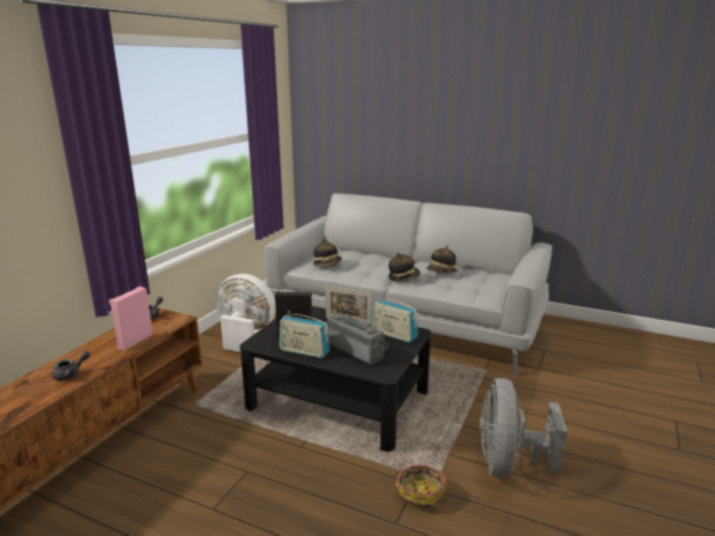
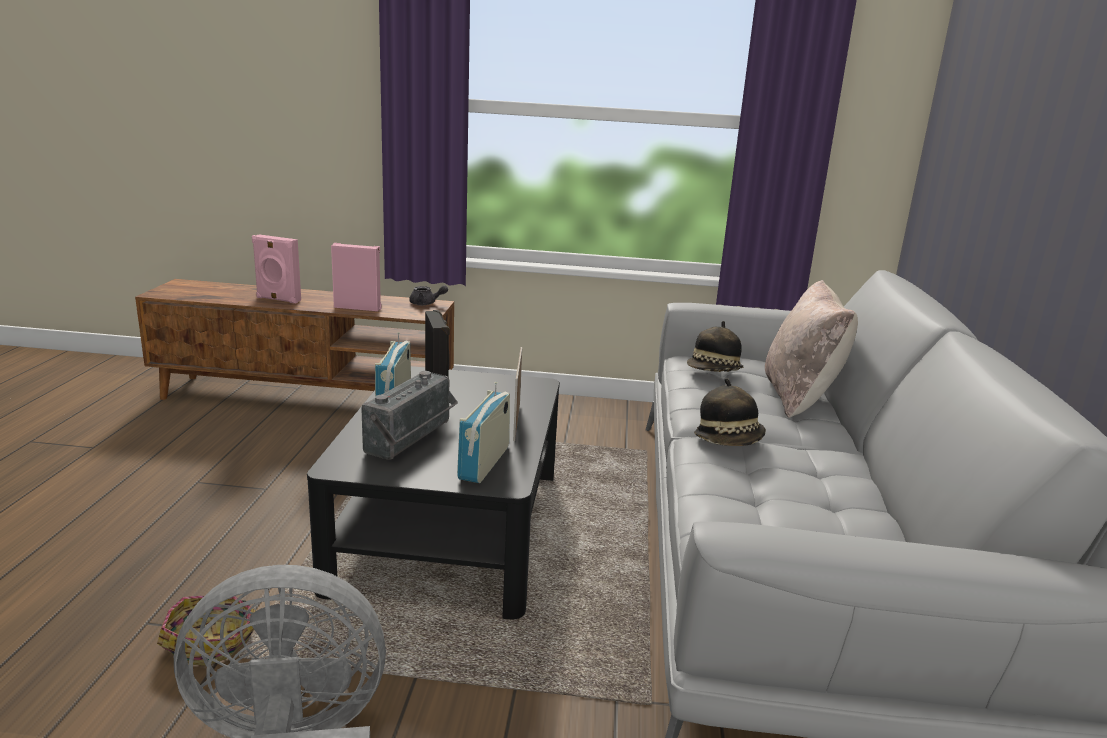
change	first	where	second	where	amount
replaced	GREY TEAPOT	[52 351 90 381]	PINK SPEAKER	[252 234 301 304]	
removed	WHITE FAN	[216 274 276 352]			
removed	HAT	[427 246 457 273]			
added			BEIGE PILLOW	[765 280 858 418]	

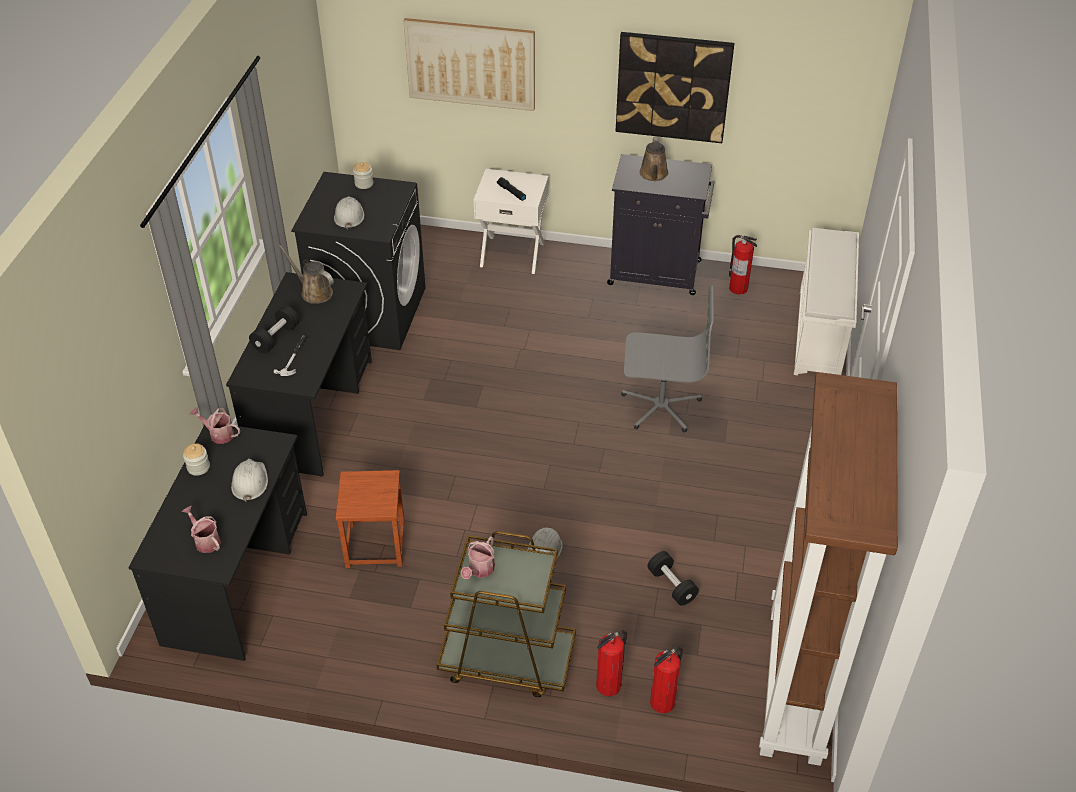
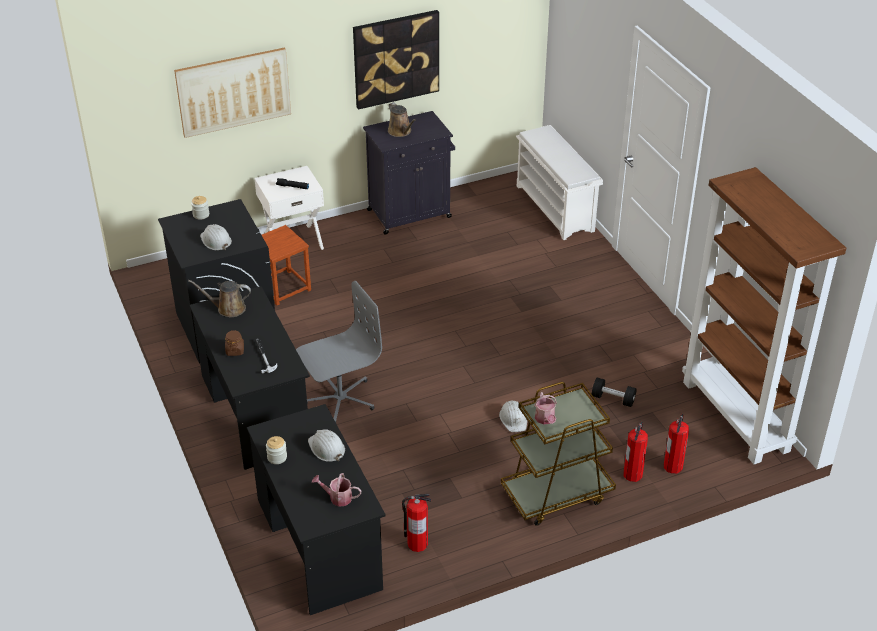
change	first	where	second	where	amount
removed	WATERING CAN	[190 407 240 444]			
replaced	BLACK DUMBBELL	[249 306 300 353]	BROWN JAR	[225 330 244 356]	
moved	BROWN STOOL	[336 470 405 568]		[262 225 311 305]	
moved	GREY OFFICE CHAIR	[621 286 714 433]		[296 281 382 422]	
moved	FIRE EXTINGUISHER	[729 235 757 295]		[402 494 431 552]	

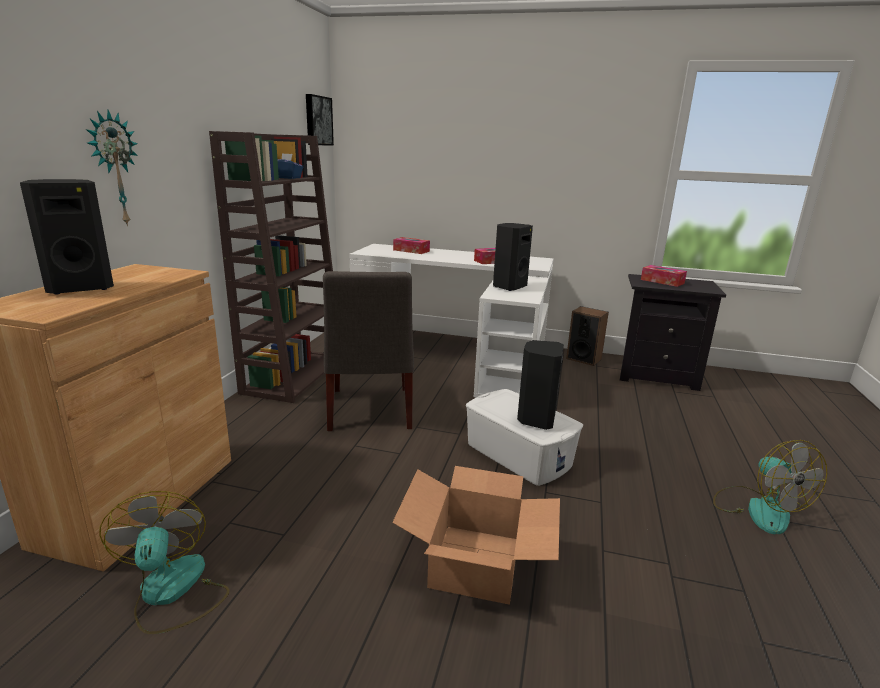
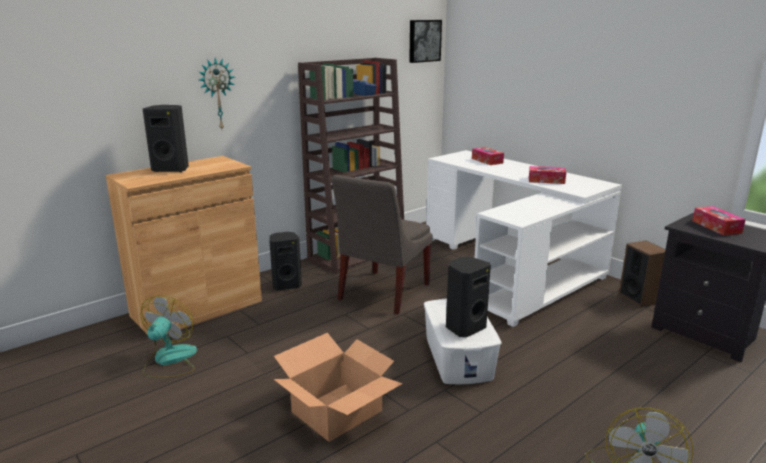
change	first	where	second	where	amount
moved	BLACK SPEAKER	[493 223 533 291]		[269 232 302 291]	

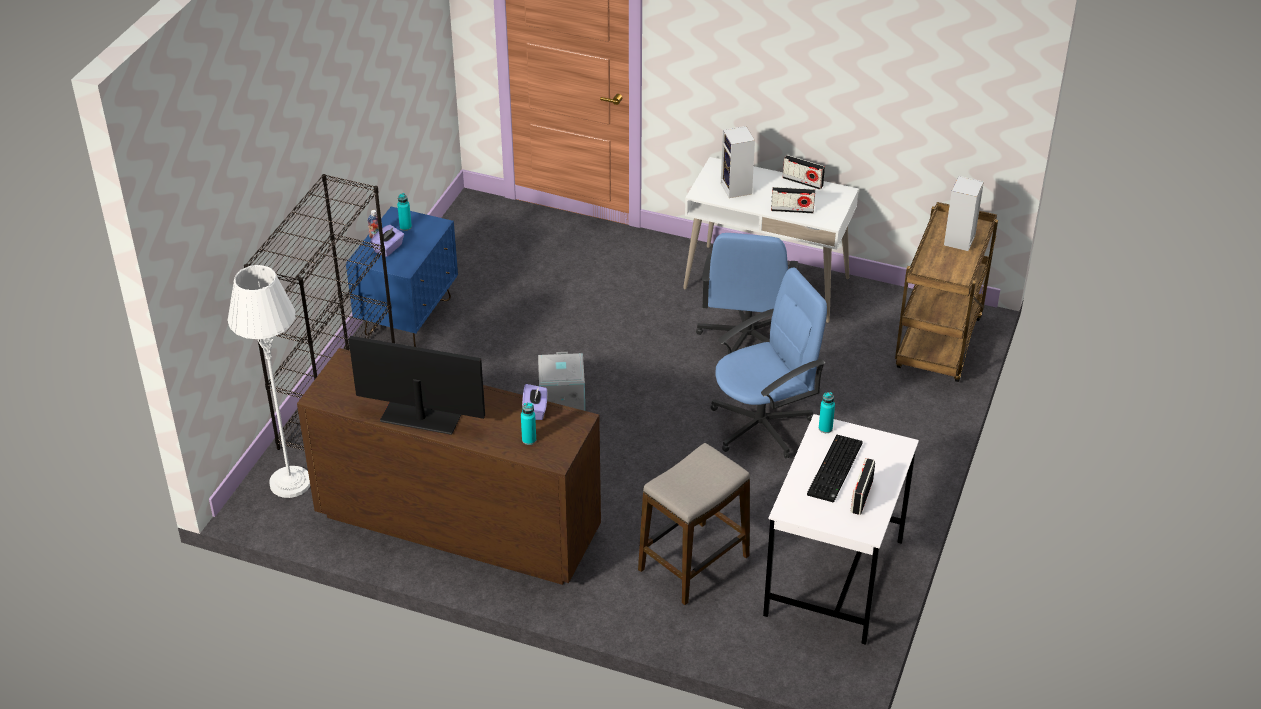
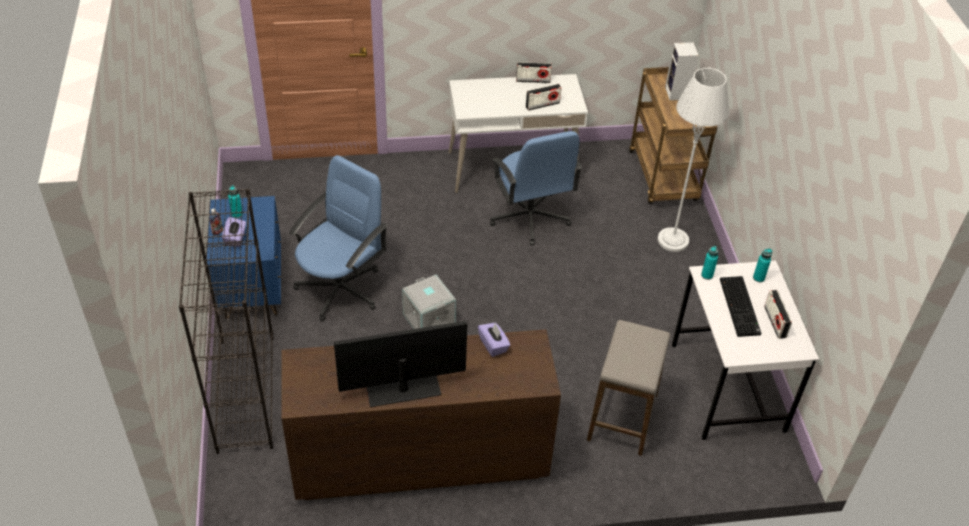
change	first	where	second	where	amount
moved	WHITE FLOOR LAMP	[228 265 310 498]		[658 68 730 252]	
moved	TURQUOISE BOTTLE	[521 403 536 445]		[753 248 772 282]	
moved	BLUE OFFICE CHAIR	[711 267 827 458]		[289 155 388 321]	
removed	SPEAKER	[721 126 755 198]			

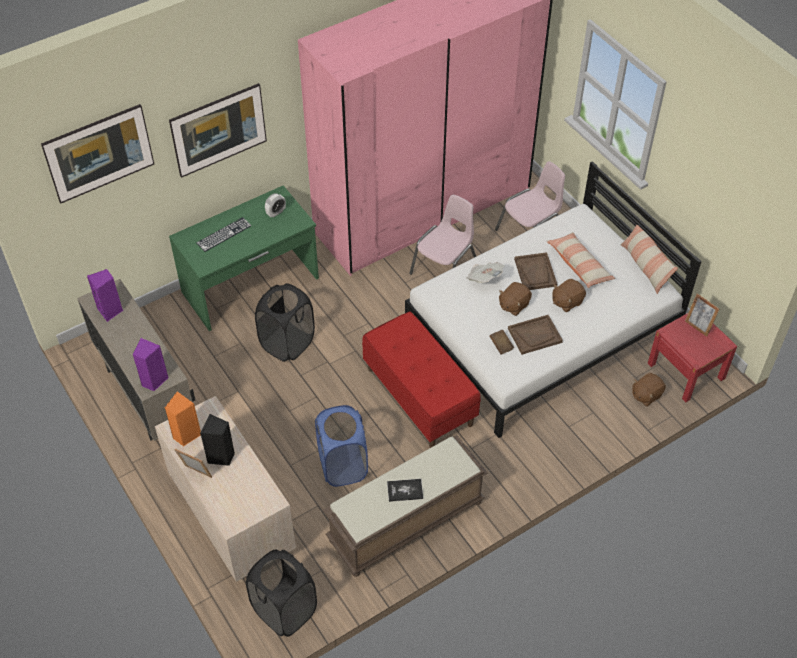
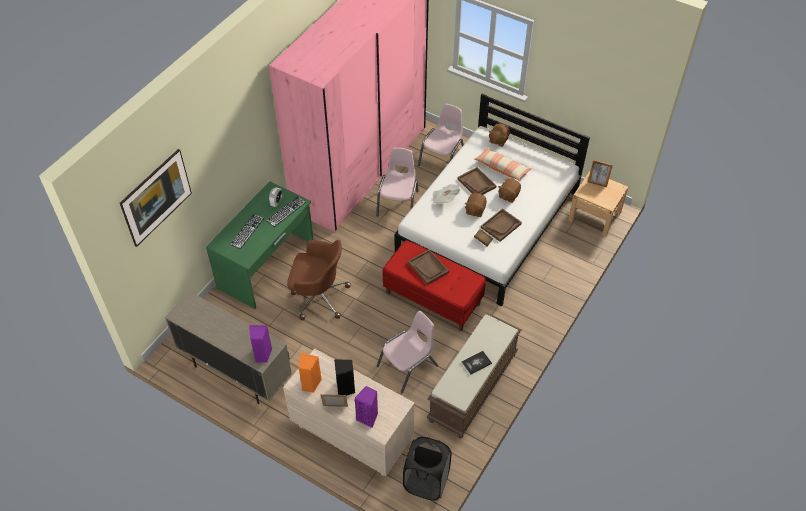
change	first	where	second	where	amount
moved	PURPLE SPEAKER	[87 269 123 322]		[355 386 378 428]	
removed	PICTURE	[169 83 267 178]			
replaced	BLACK LAUNDRY BASKET	[255 283 315 362]	BROWN OFFICE CHAIR	[287 240 351 320]	
replaced	BLUE LAUNDRY BASKET	[315 405 368 487]	PINK CHAIR	[376 311 438 393]	
removed	PILLOW	[620 219 678 294]			
moved	BROWN PLUSH TOY	[632 373 666 406]		[488 124 510 147]	
recoloured	RED NIGHTSTAND	[648 313 737 402]	BEIGE NIGHTSTAND	[568 171 628 237]	
added			KEYBOARD	[266 197 306 227]	
added			BROWN TRAY	[408 249 449 285]	

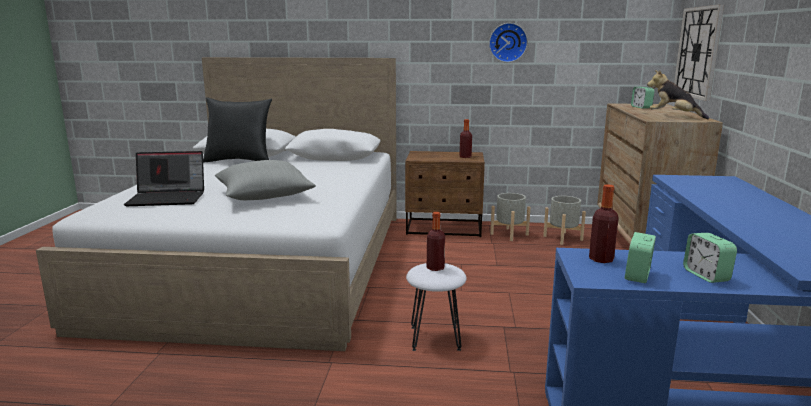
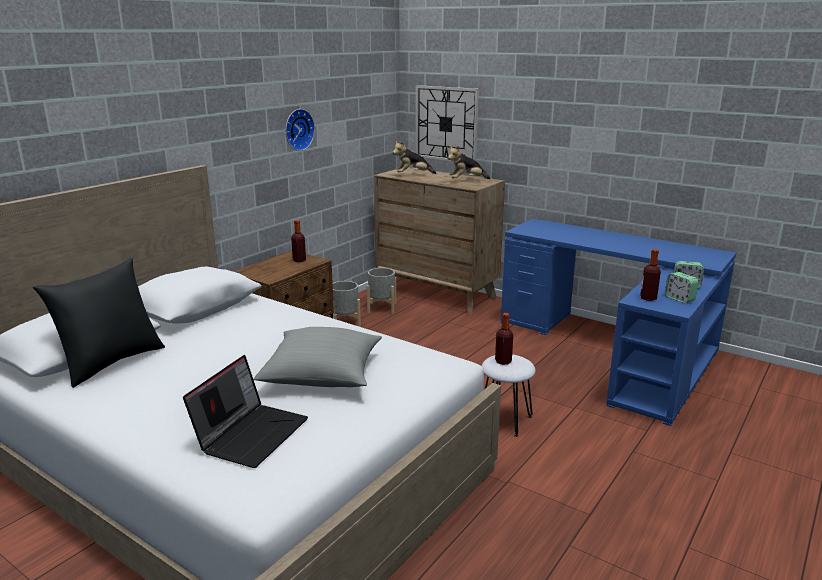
change	first	where	second	where	amount
replaced	ALARM CLOCK	[631 87 655 109]	PLUSH TOY	[393 141 436 174]	

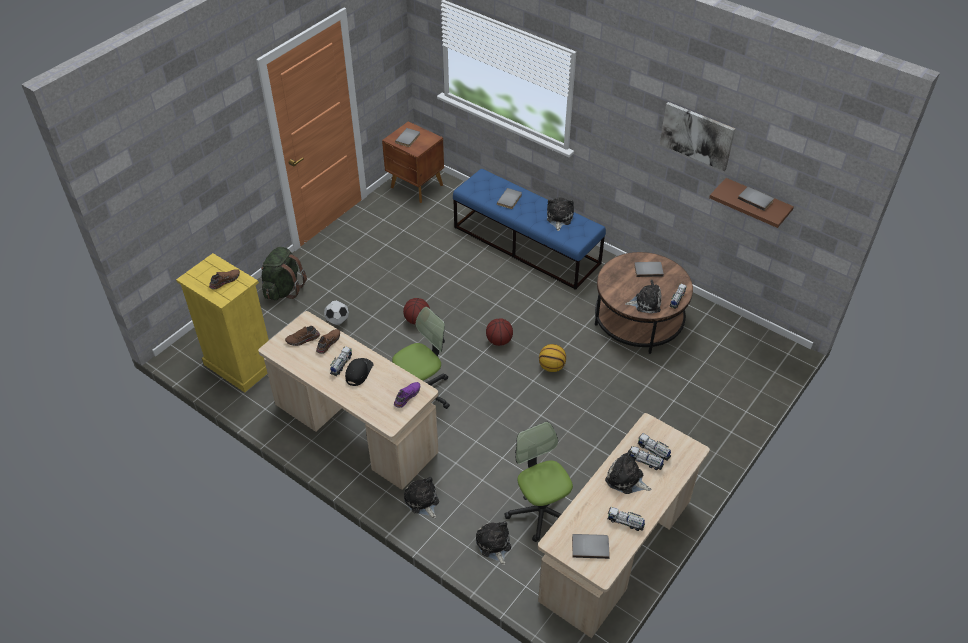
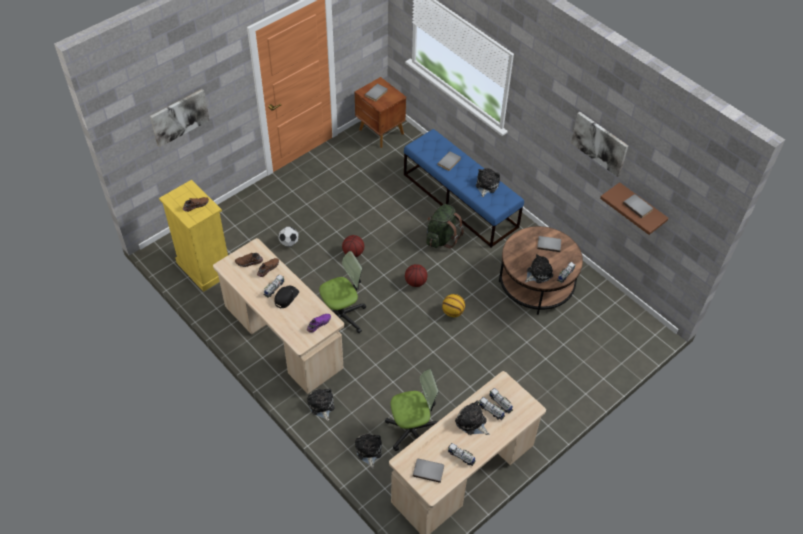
change	first	where	second	where	amount
moved	GREEN BACKPACK	[261 247 307 301]		[426 204 464 248]	
turned	OFFICE CHAIR	[504 422 573 542]		[385 369 439 451]	90 degrees clockwise
turned	PLUSH TOY	[625 280 661 314]		[525 254 553 283]	45 degrees counterclockwise
added			PICTURE	[150 89 210 148]	

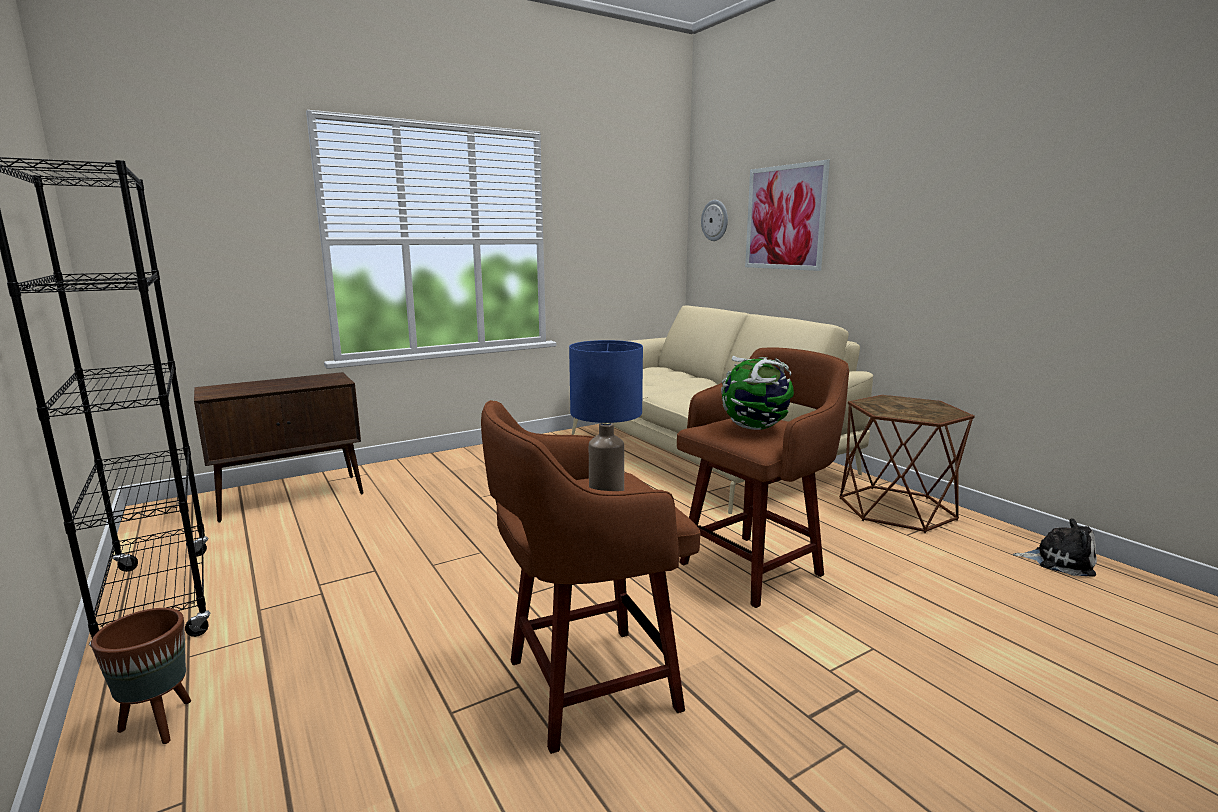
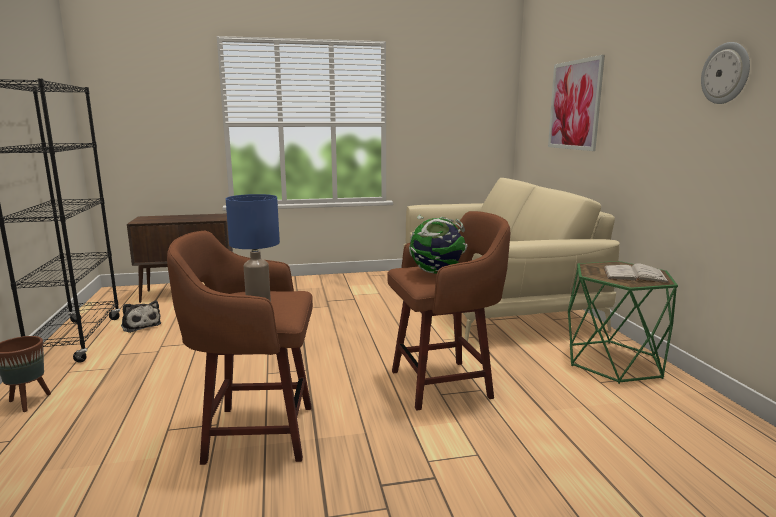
change	first	where	second	where	amount
moved	WALL CLOCK	[701 200 728 241]		[701 42 750 104]	
recoloured	BROWN SIDE TABLE	[839 395 975 533]	GREEN SIDE TABLE	[568 261 678 384]	
moved	PLUSH TOY	[1013 518 1097 577]		[121 301 161 333]	
added			WHITE BOOK	[603 263 670 283]	

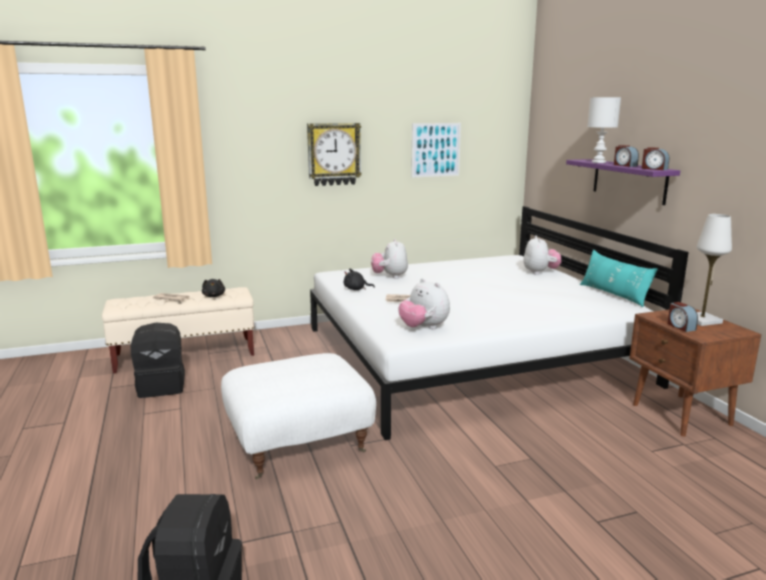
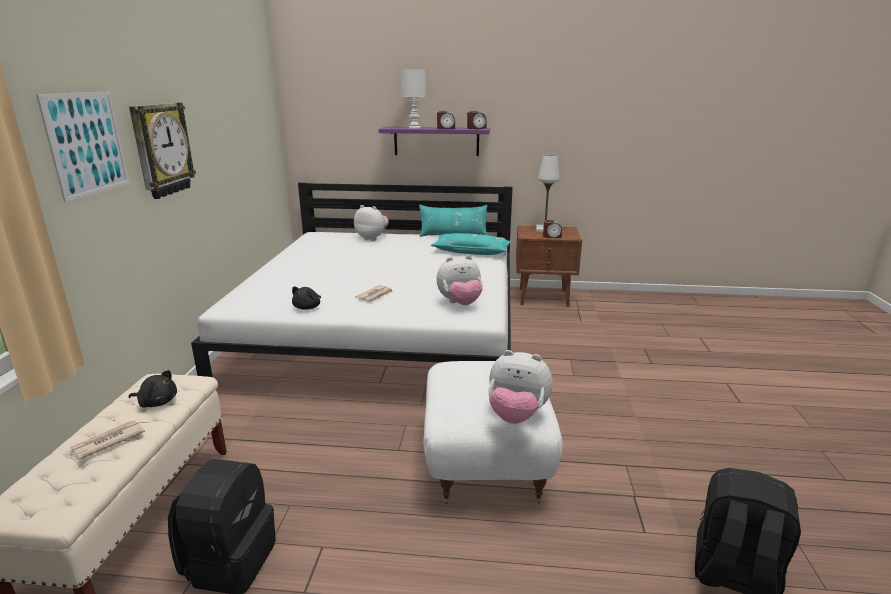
change	first	where	second	where	amount
moved	PLUSH TOY	[371 239 408 279]		[488 350 553 424]	
moved	PICTURE	[411 123 461 178]		[36 92 130 202]	
added			TURQUOISE PILLOW	[431 233 511 255]	

